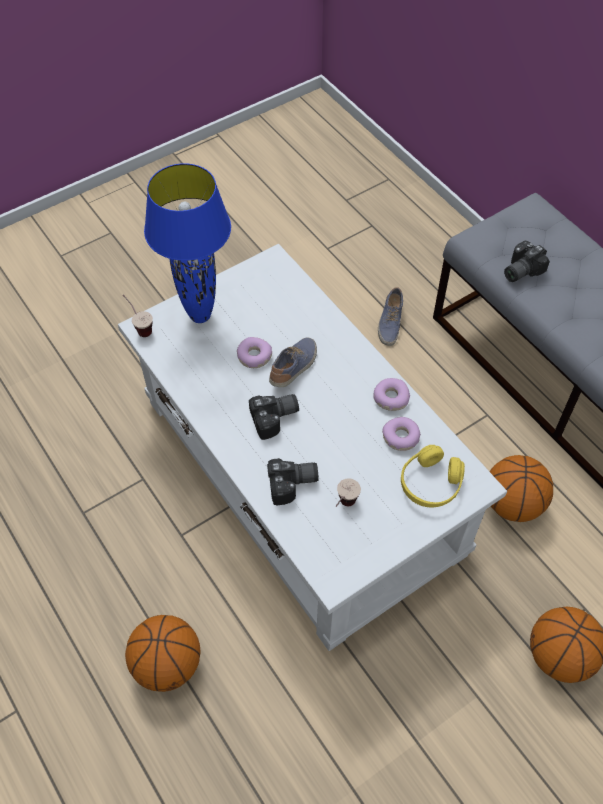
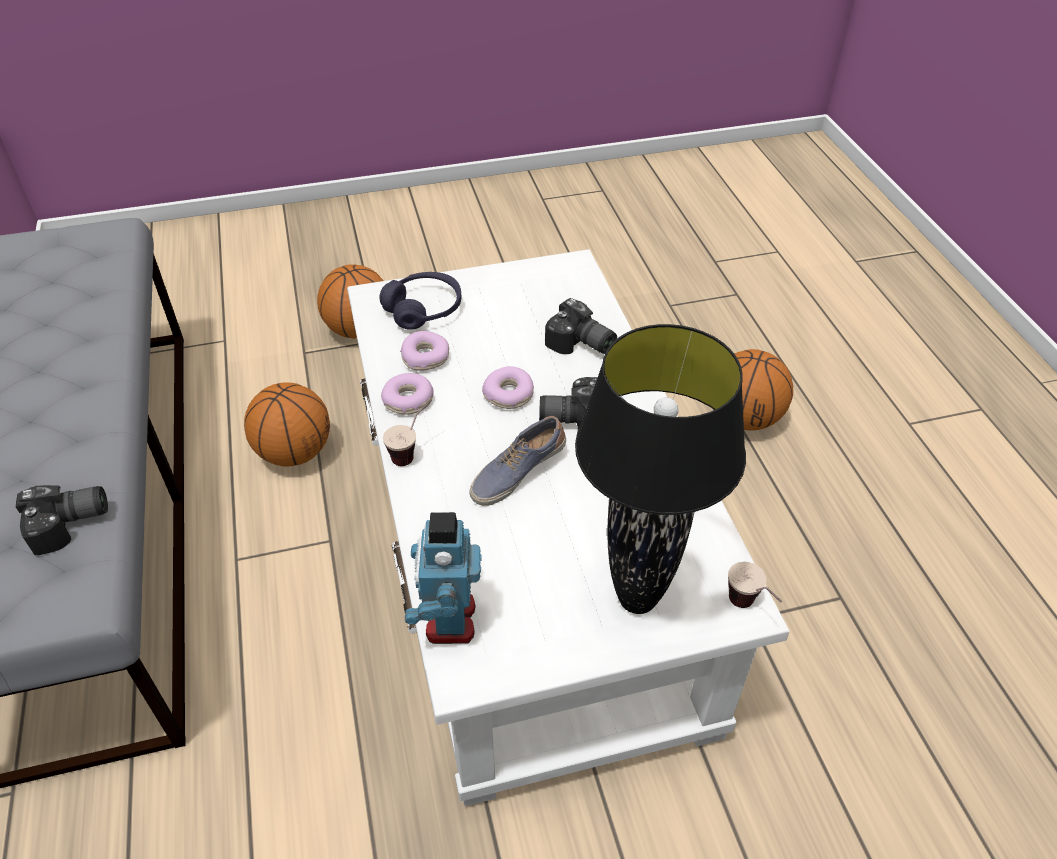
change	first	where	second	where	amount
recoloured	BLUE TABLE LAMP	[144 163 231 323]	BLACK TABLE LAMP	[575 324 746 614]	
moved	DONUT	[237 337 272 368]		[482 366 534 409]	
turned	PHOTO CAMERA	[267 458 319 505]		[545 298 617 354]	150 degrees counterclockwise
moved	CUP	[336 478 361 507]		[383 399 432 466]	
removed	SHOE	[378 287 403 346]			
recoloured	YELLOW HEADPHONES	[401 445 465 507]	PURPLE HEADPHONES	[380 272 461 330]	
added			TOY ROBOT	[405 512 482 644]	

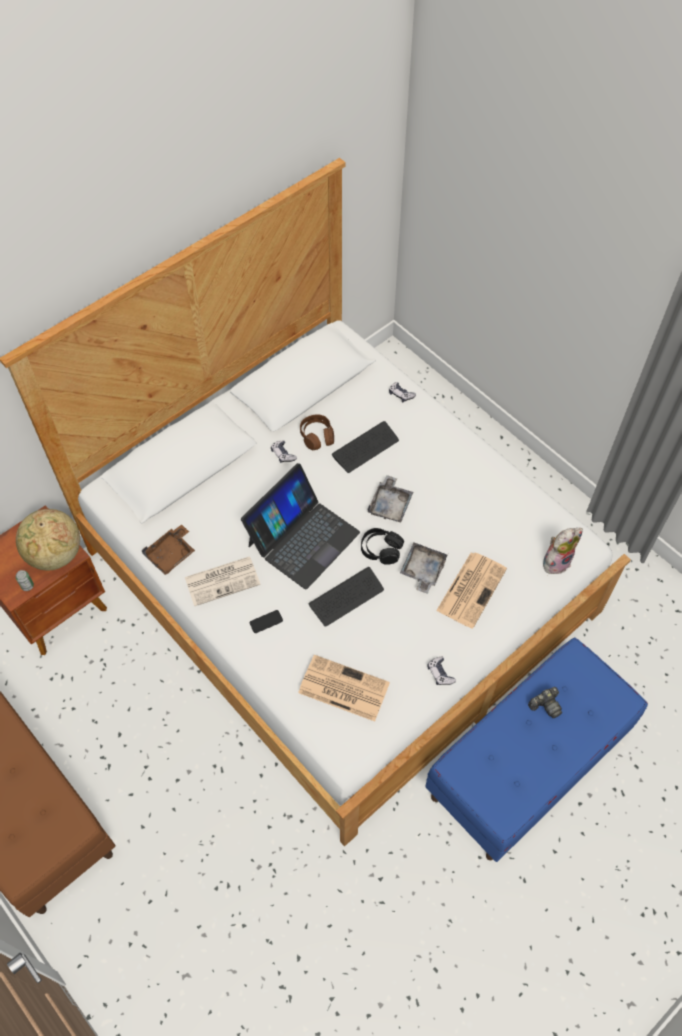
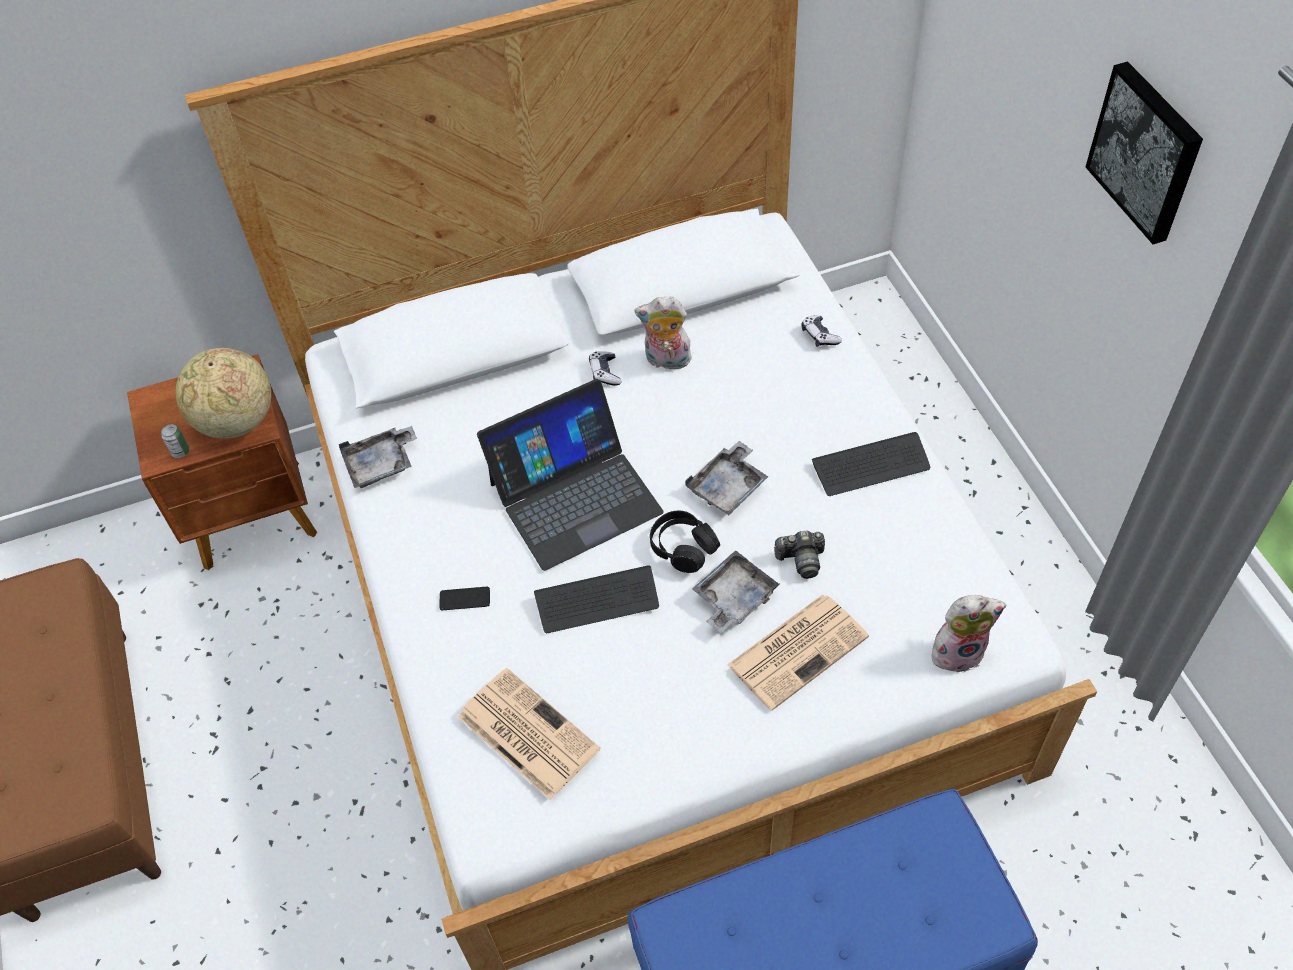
change	first	where	second	where	amount
recoloured	BROWN TRAY	[141 524 195 575]	GREY TRAY	[339 426 417 488]	
removed	NEWSPAPER	[185 556 261 606]			
replaced	BROWN HEADPHONES	[300 415 334 450]	PLUSH TOY	[635 297 693 370]	
moved	KEYBOARD	[332 421 399 473]		[812 432 930 496]	
removed	GAME CONTROLLER	[427 657 456 685]			
moved	PHOTO CAMERA	[528 687 562 718]		[774 531 825 579]	
added			PICTURE	[1085 61 1203 244]	

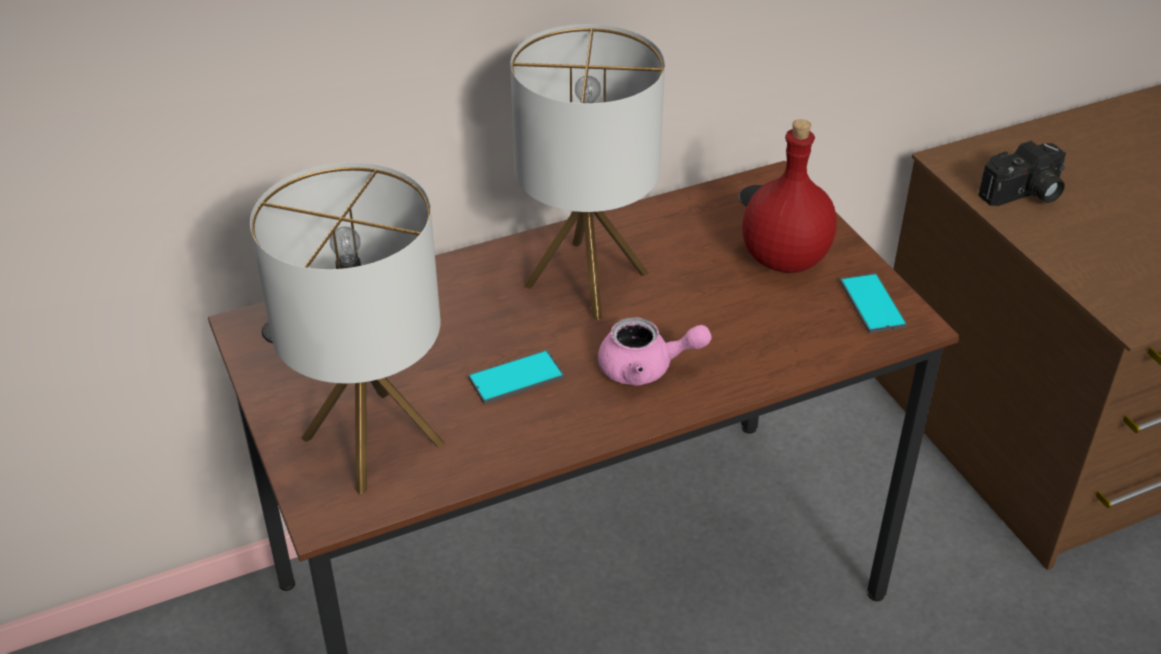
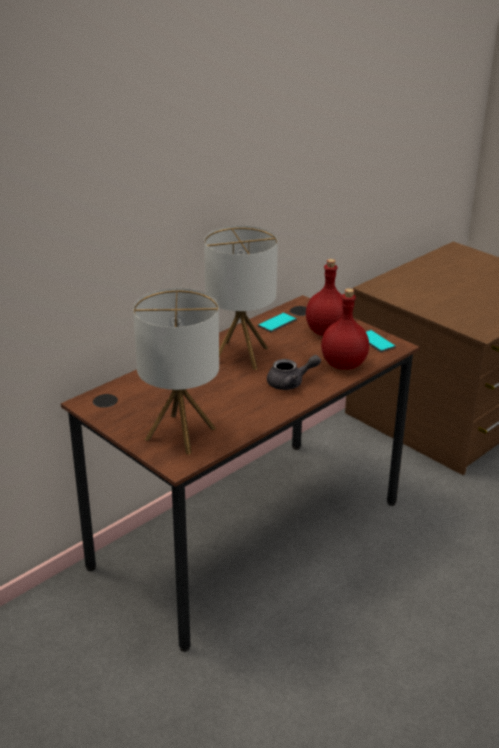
change	first	where	second	where	amount
moved	PHONE	[468 350 565 404]		[258 312 297 332]	
recoloured	PINK TEAPOT	[598 317 711 386]	GREY TEAPOT	[267 355 321 390]	
removed	PHOTO CAMERA	[978 141 1066 206]			
added			RED BOTTLE	[321 288 369 370]	

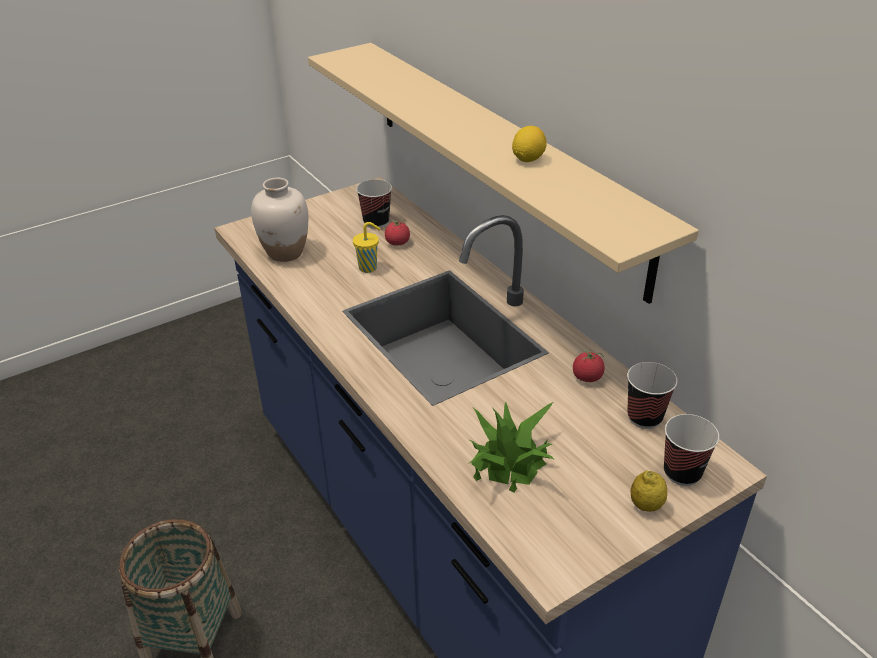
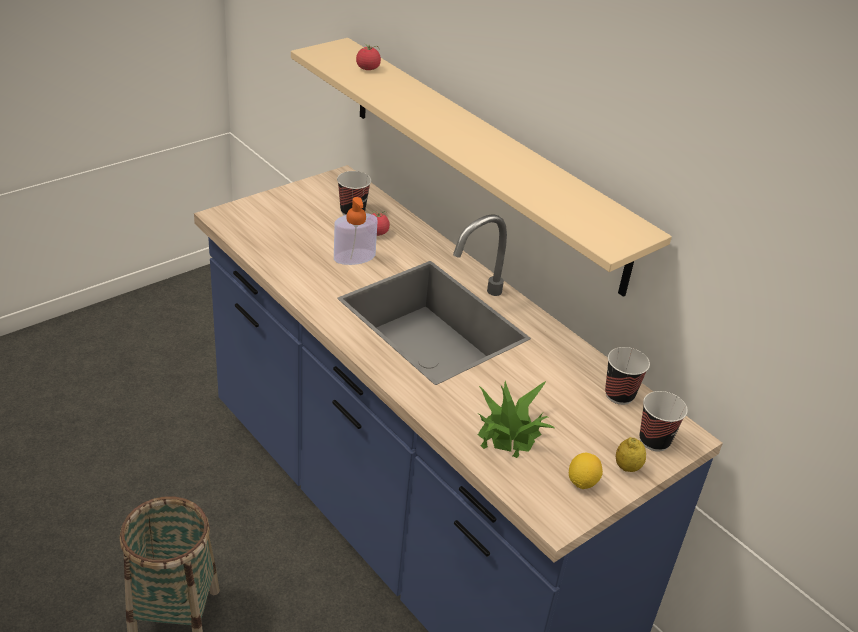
change	first	where	second	where	amount
removed	WHITE VASE	[251 178 308 262]			
replaced	YELLOW CUP	[353 222 381 273]	SOAP DISPENSER	[334 197 378 265]	
moved	LEMON	[512 126 546 162]		[569 453 603 489]	
moved	TOMATO	[573 350 605 382]		[356 44 381 70]	

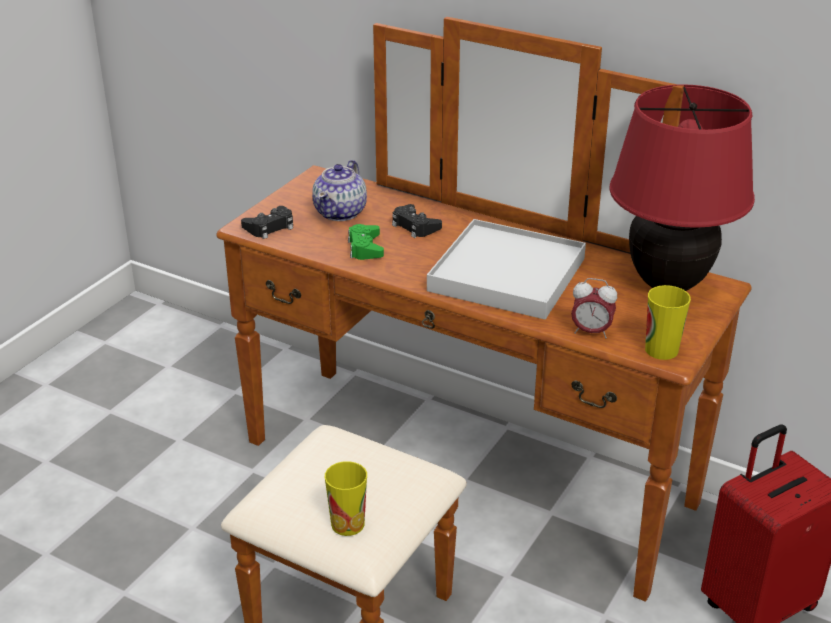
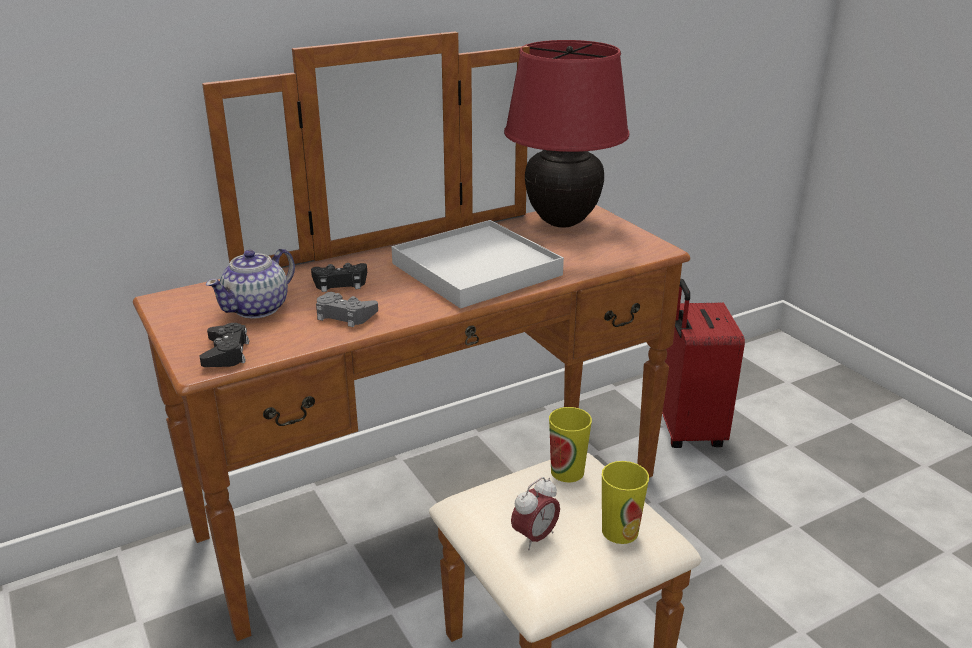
change	first	where	second	where	amount
turned	TEAPOT	[312 160 367 221]		[206 248 295 319]	75 degrees clockwise
recoloured	GREEN GAME CONTROLLER	[348 224 384 260]	GREY GAME CONTROLLER	[316 292 378 327]	
moved	ALARM CLOCK	[571 278 617 338]		[511 477 560 550]	
moved	CUP	[645 285 691 360]		[549 407 592 482]	

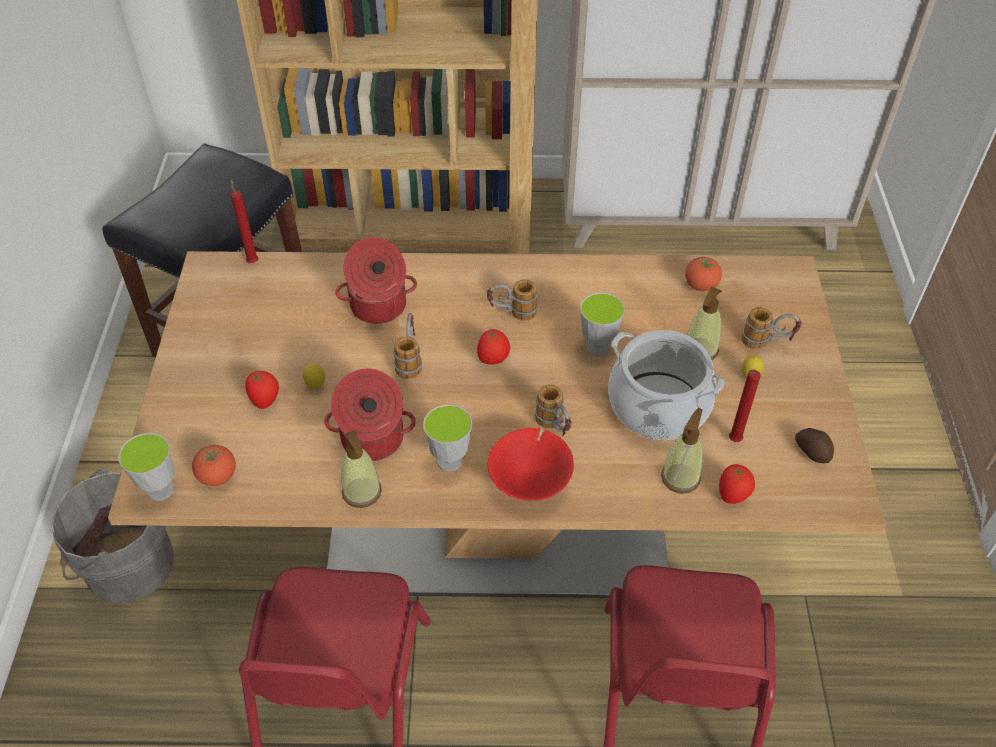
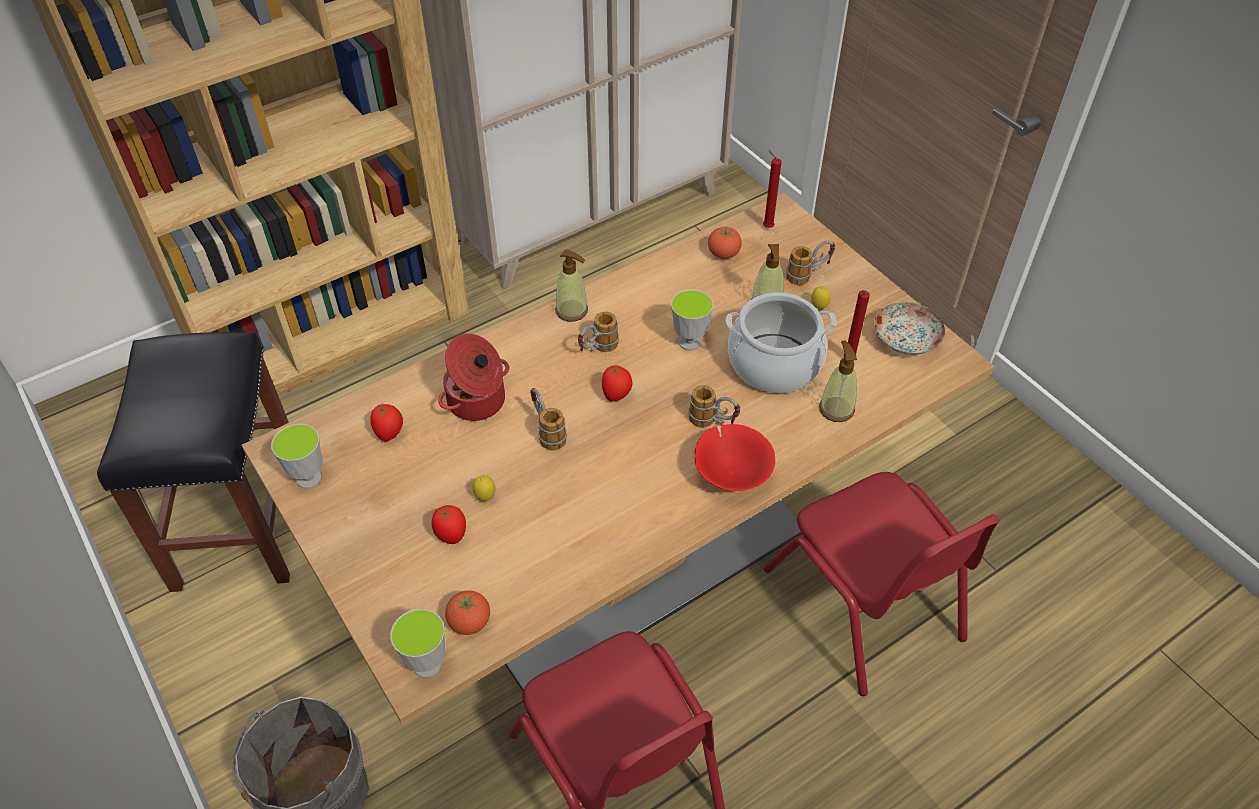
change	first	where	second	where	amount
moved	RED CANDLE	[231 179 258 263]		[763 150 782 228]	
removed	COOKING POT	[324 369 416 461]			
moved	SOAP DISPENSER	[341 430 382 508]		[555 250 588 322]	
moved	CUP	[423 404 472 472]		[271 424 323 489]	
moved	TOMATO	[719 464 755 504]		[370 403 403 441]	
replaced	POTATO	[795 428 834 463]	PLATE	[874 302 945 355]	

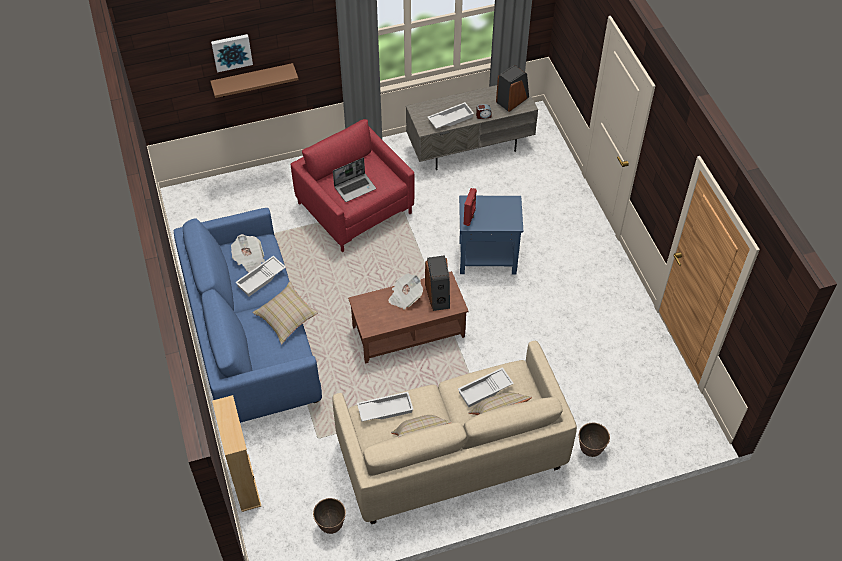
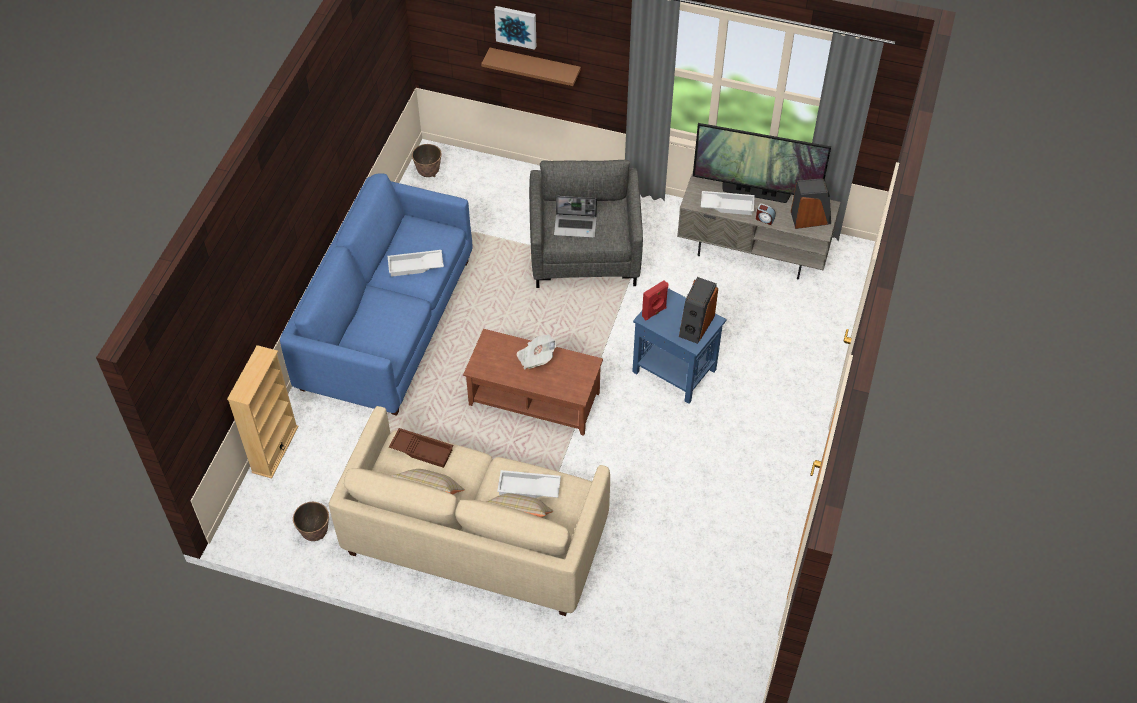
change	first	where	second	where	amount
removed	NEWSPAPER	[231 234 265 272]			
removed	BEIGE PILLOW	[252 281 318 345]			
recoloured	RED ARMCHAIR	[290 119 415 252]	GREY ARMCHAIR	[529 160 643 288]	
recoloured	WHITE TRAY	[357 391 413 422]	BROWN TRAY	[389 428 454 468]	
moved	SPEAKER	[425 255 450 311]		[679 277 718 344]	
moved	PLANTER	[579 423 610 457]		[412 144 442 177]	
added			TELEVISION	[693 123 831 203]	

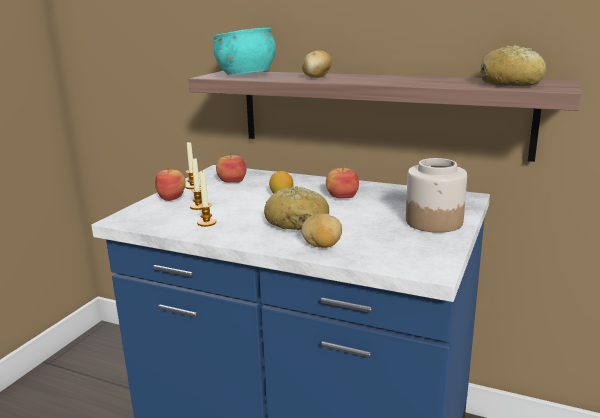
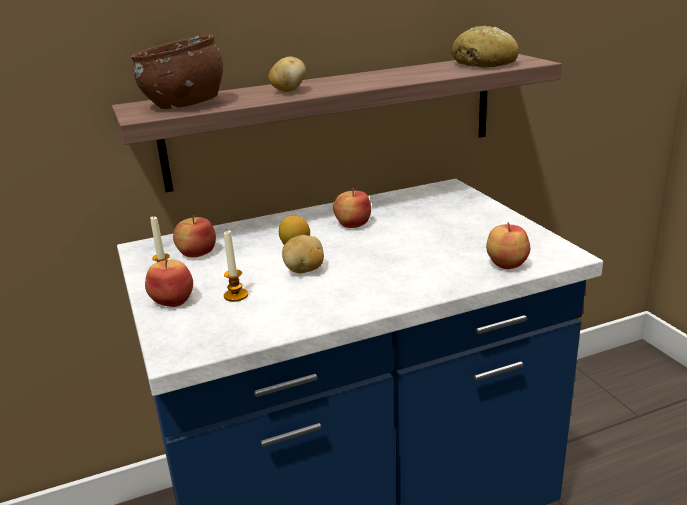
change	first	where	second	where	amount
removed	CANDLE	[197 170 216 227]			
recoloured	TURQUOISE BOWL	[213 28 276 75]	BROWN BOWL	[131 35 223 109]	
removed	BREAD	[264 186 329 230]			
moved	POTATO	[301 213 342 248]		[282 235 324 273]	
removed	JAR	[406 158 467 233]			
added			APPLE	[486 222 530 269]	

